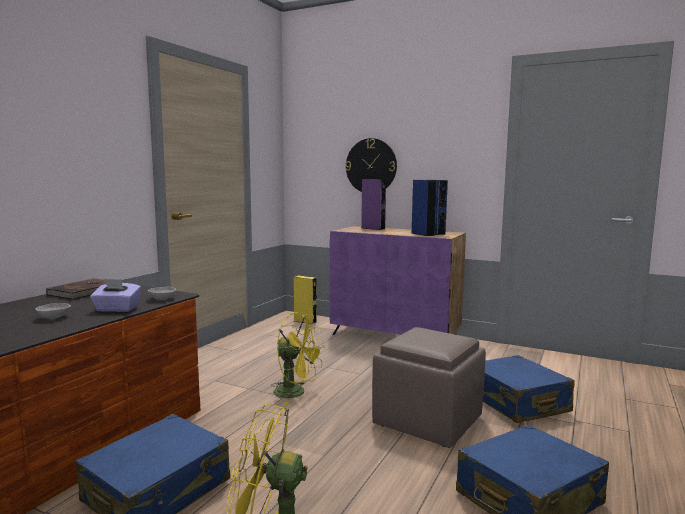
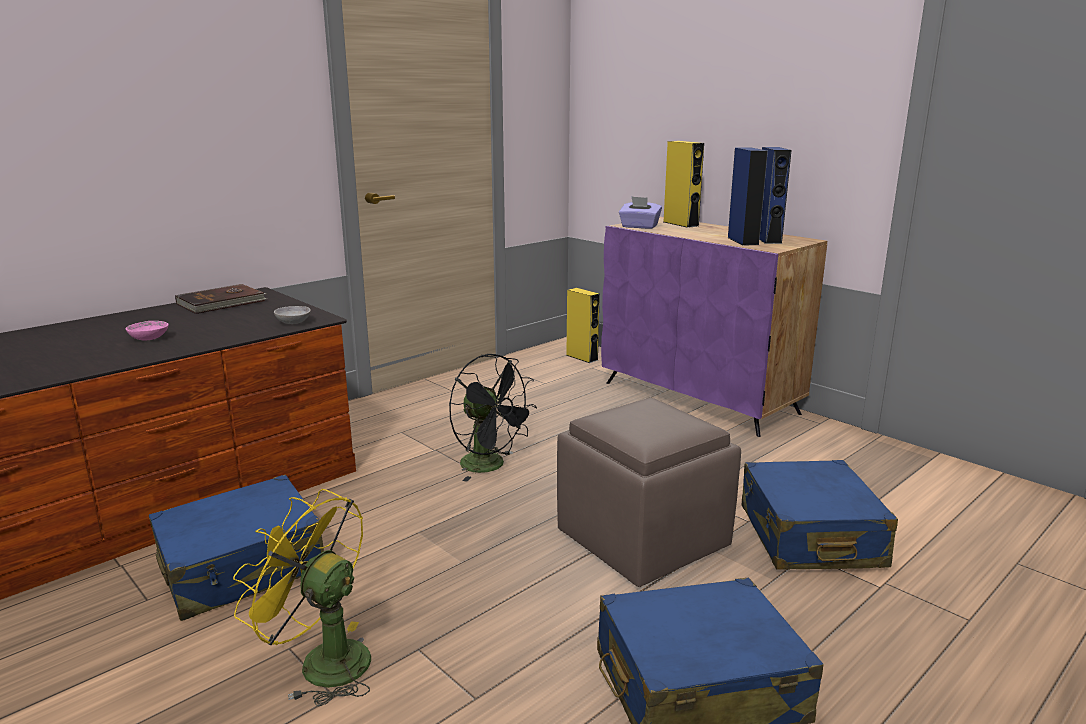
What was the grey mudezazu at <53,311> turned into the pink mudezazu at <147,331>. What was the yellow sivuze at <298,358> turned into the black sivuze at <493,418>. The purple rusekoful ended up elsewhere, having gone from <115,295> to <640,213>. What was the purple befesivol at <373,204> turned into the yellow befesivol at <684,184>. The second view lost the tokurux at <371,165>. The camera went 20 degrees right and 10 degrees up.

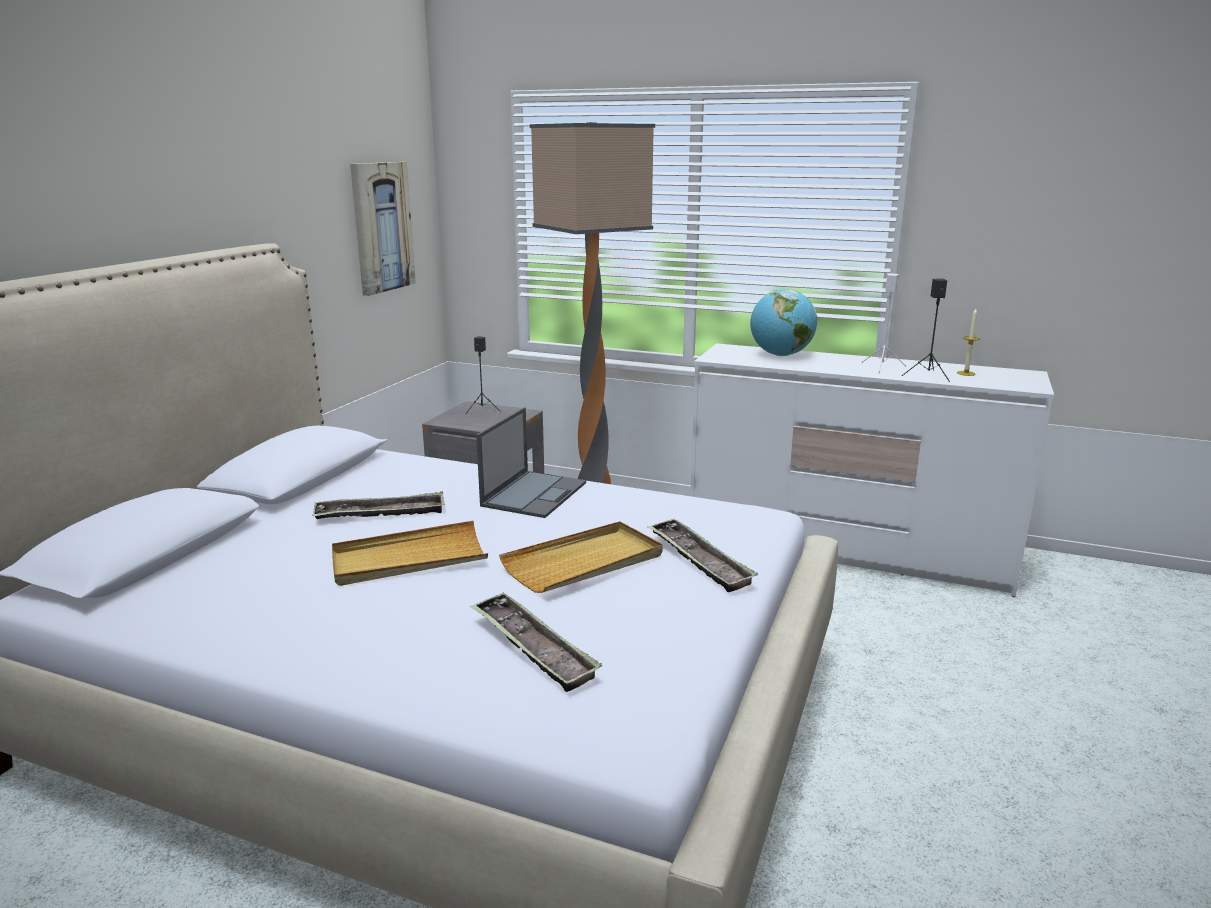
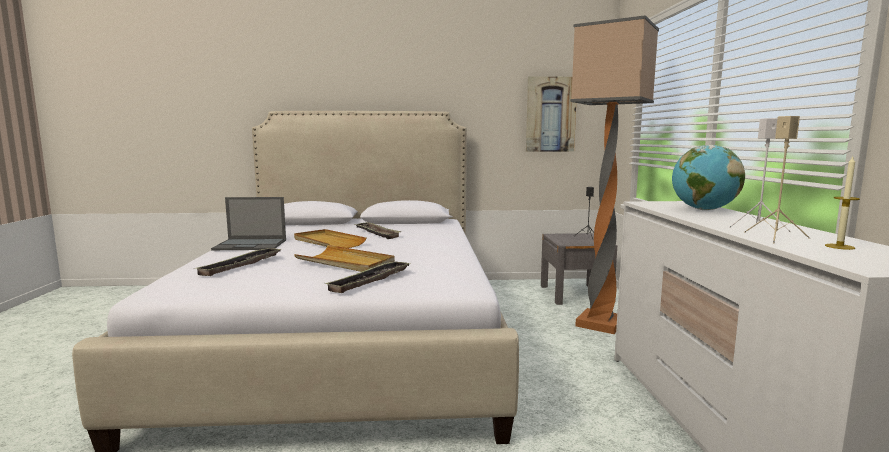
The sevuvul ended up elsewhere, having gone from <531,462> to <248,223>. What was the black befesivol at <926,330> turned into the beige befesivol at <777,179>. The camera went 65 degrees right and 10 degrees down.

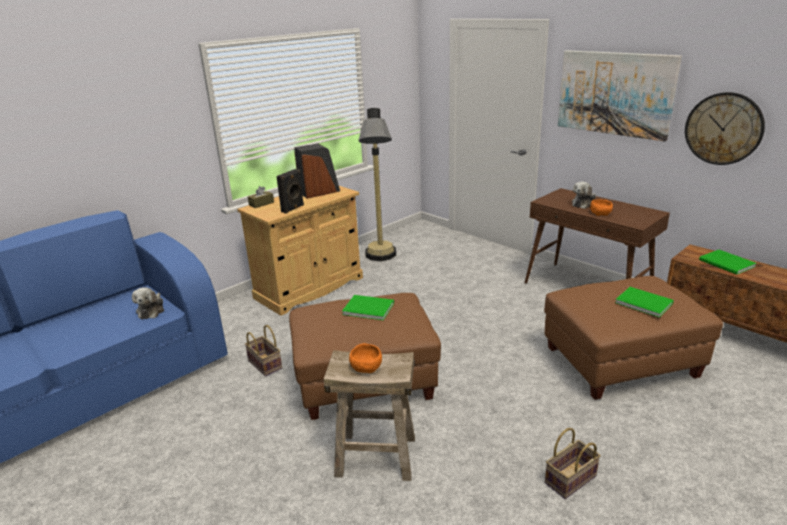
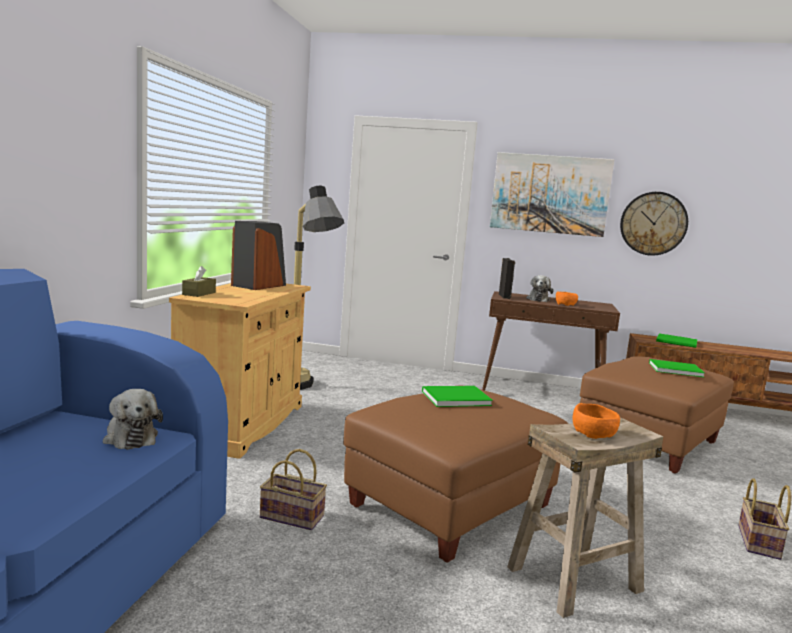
The black befesivol ended up elsewhere, having gone from <290,191> to <507,278>. The camera went 35 degrees left and 15 degrees down.

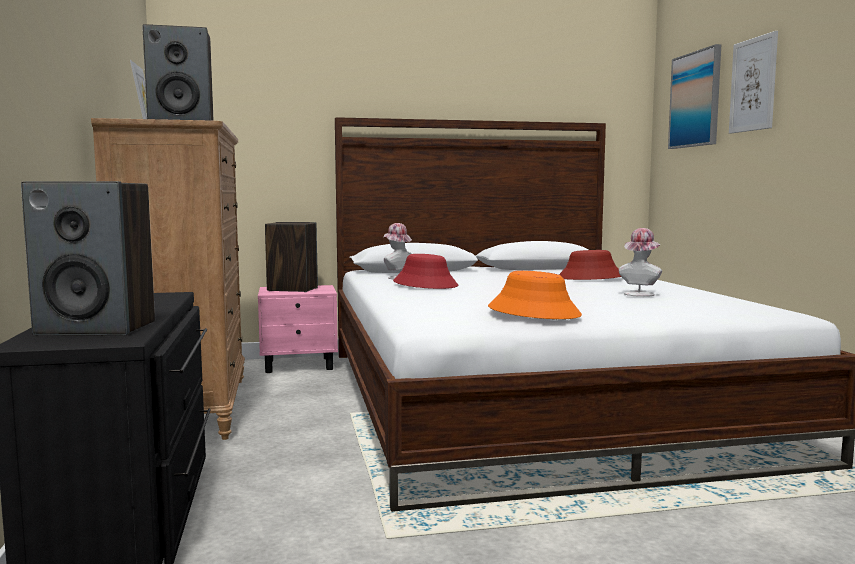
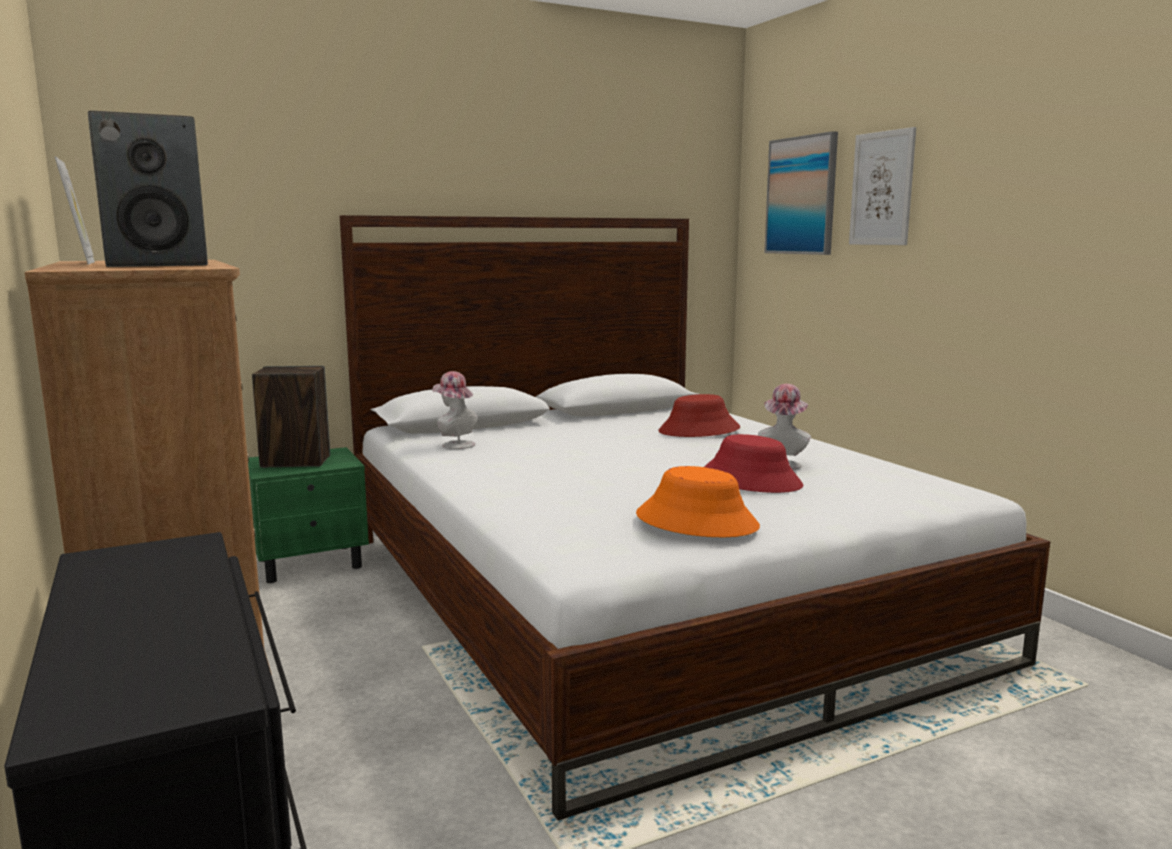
What was the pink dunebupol at <298,329> turned into the green dunebupol at <308,515>. The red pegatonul ended up elsewhere, having gone from <425,271> to <753,463>. The second view lost the befesivol at <88,258>. The camera went 15 degrees left and 5 degrees up.

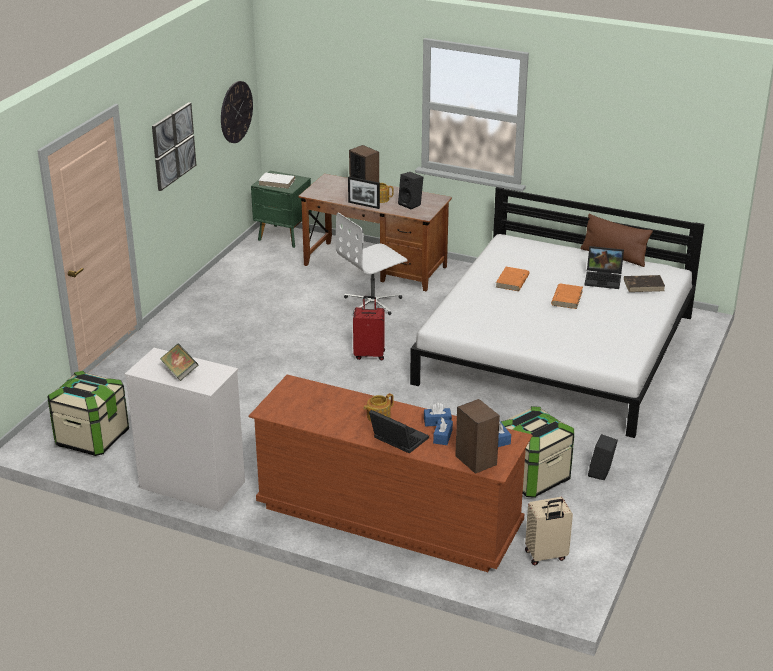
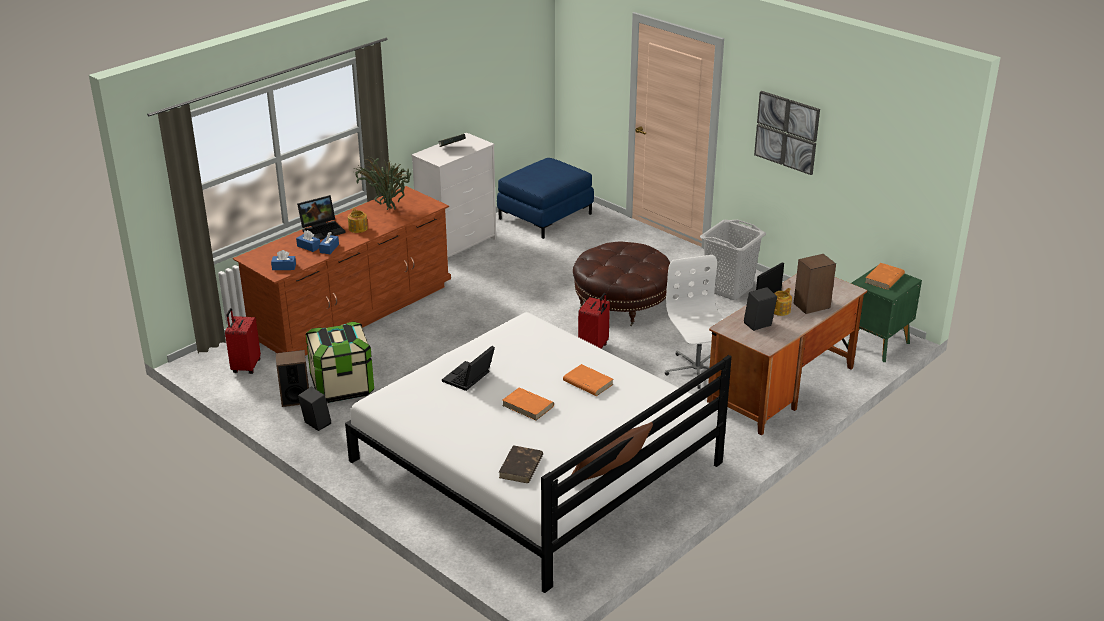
What was the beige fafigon at <549,531> turned into the red fafigon at <243,341>. The befesivol ended up elsewhere, having gone from <477,436> to <292,378>. The second view gained the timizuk at <383,183>. The sevuvul ended up elsewhere, having gone from <604,267> to <468,368>. Where the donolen stood at <88,413>, the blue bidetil came to stand at <545,198>. The second view gained the brown bidetil at <621,284>. The second view gained the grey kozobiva at <733,260>. What was the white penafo at <276,181> turned into the orange penafo at <885,276>. The second view lost the tokurux at <237,112>. The camera went 110 degrees right and 0 degrees up.

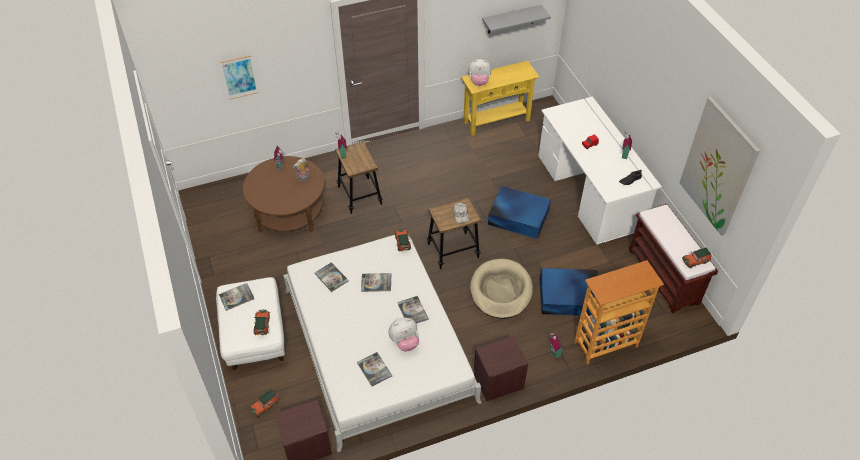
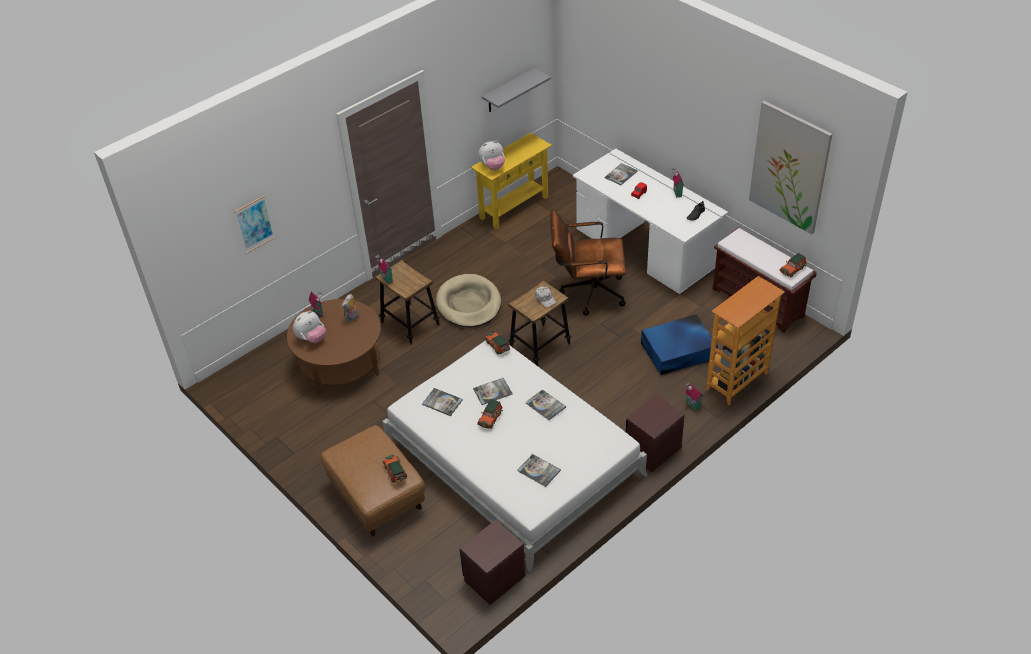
The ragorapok ended up elsewhere, having gone from <403,334> to <309,327>. What was the white bidetil at <250,323> turned into the brown bidetil at <373,480>. The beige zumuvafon ended up elsewhere, having gone from <501,289> to <468,301>. The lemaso ended up elsewhere, having gone from <264,403> to <490,414>. Where the blue donolen stood at <519,212>, the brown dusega came to stand at <588,263>. The penafo ended up elsewhere, having gone from <236,297> to <621,174>. The camera went 20 degrees left and 5 degrees down.

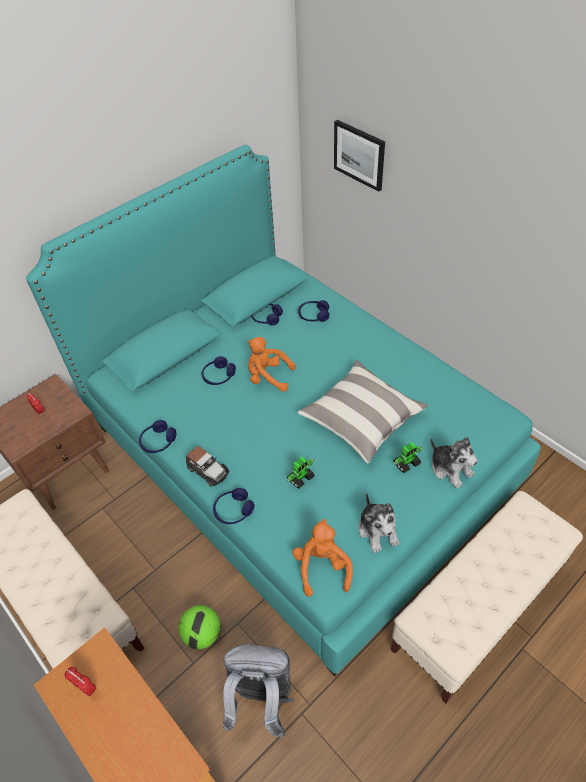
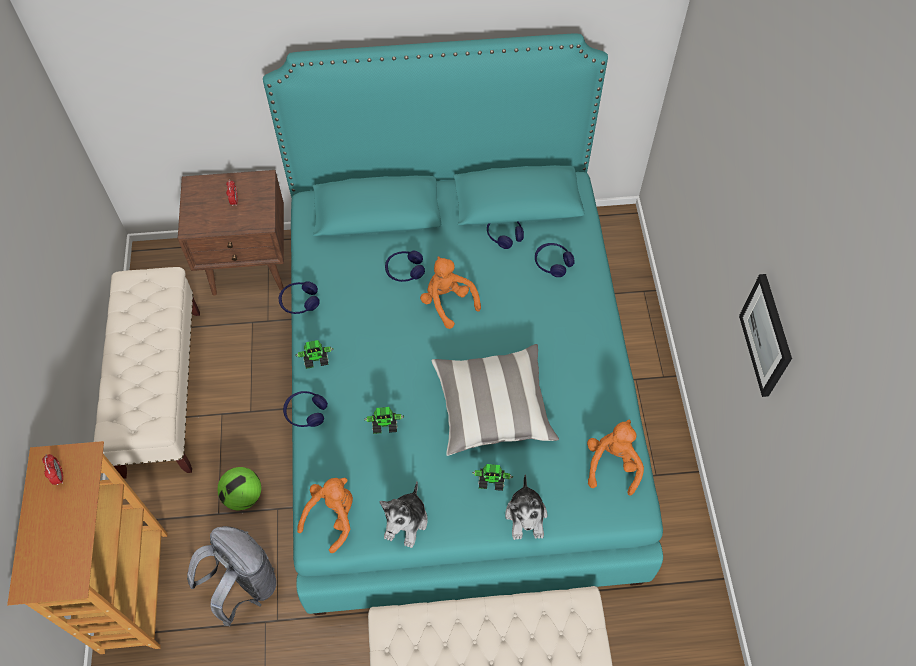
Where the lemaso stood at <208,466>, the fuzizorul came to stand at <314,354>. The second view gained the orange ragorapok at <615,458>. The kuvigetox ended up elsewhere, having gone from <359,156> to <765,335>. The camera went 35 degrees right and 10 degrees up.

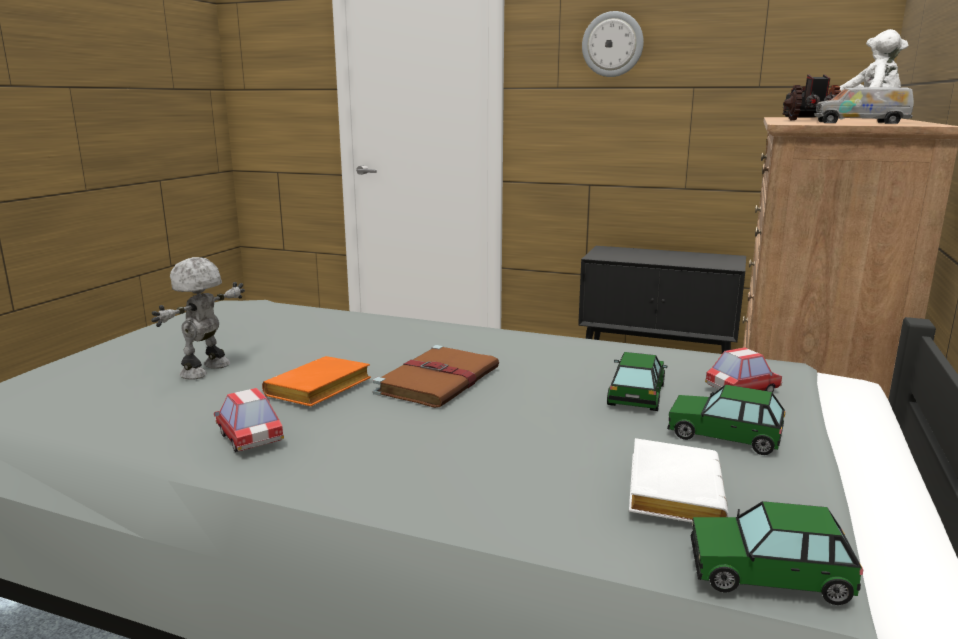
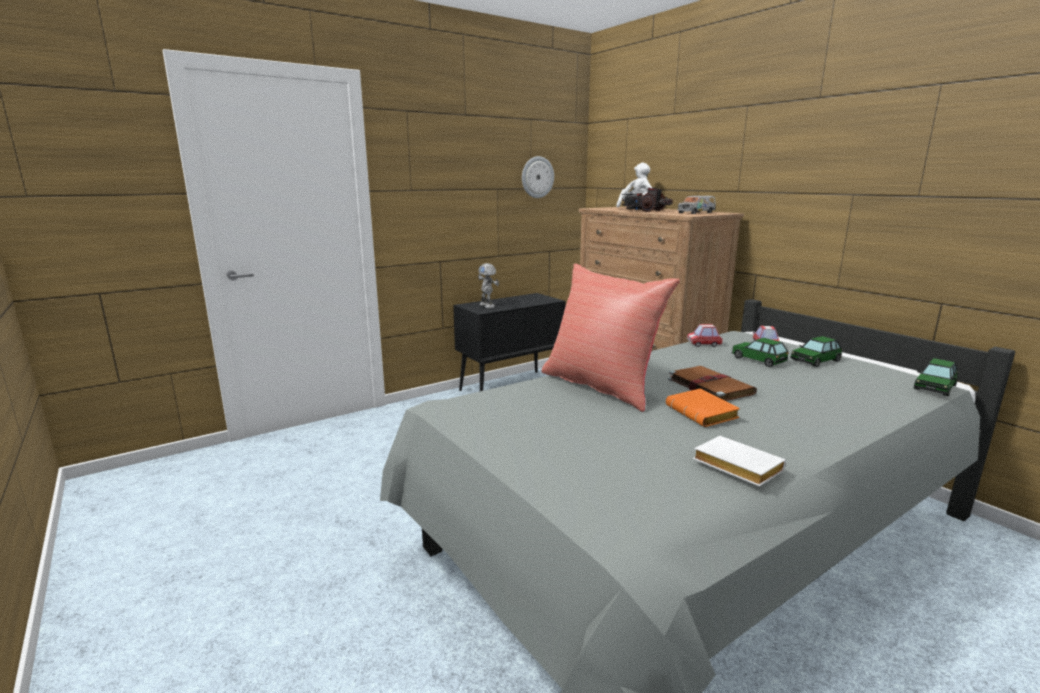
The fuzizorul ended up elsewhere, having gone from <198,318> to <488,285>. The tokurux ended up elsewhere, having gone from <613,44> to <538,177>. The second view gained the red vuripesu at <610,338>. The lemaso ended up elsewhere, having gone from <249,420> to <704,335>. The white penafo ended up elsewhere, having gone from <679,480> to <739,461>. The camera went 55 degrees left and 0 degrees up.

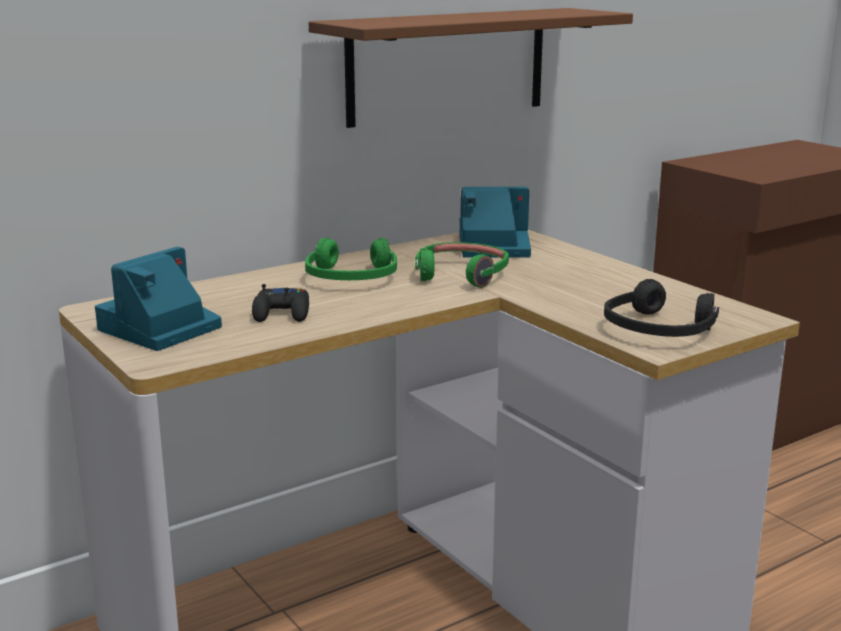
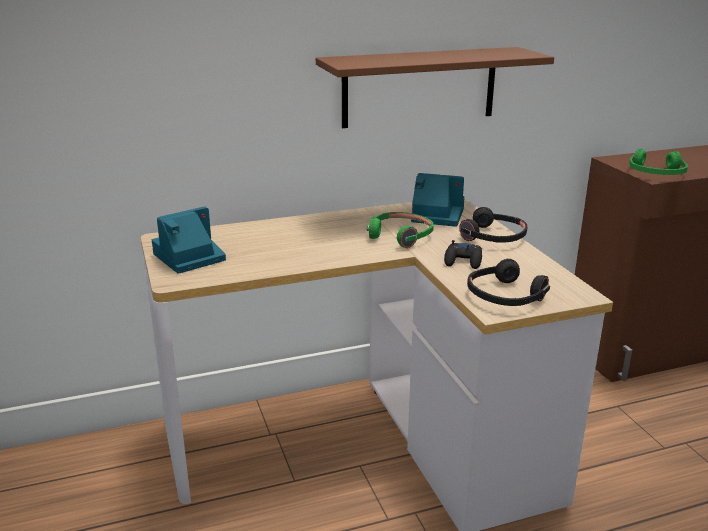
The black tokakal ended up elsewhere, having gone from <280,303> to <463,254>. The second view gained the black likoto at <493,225>. The green likoto ended up elsewhere, having gone from <351,259> to <658,161>. The camera went 15 degrees right and 5 degrees up.

